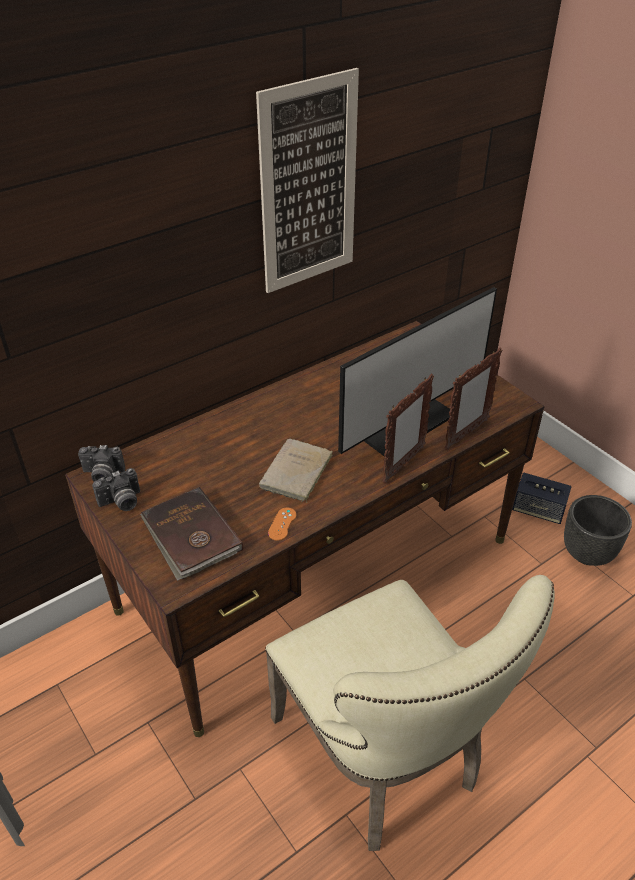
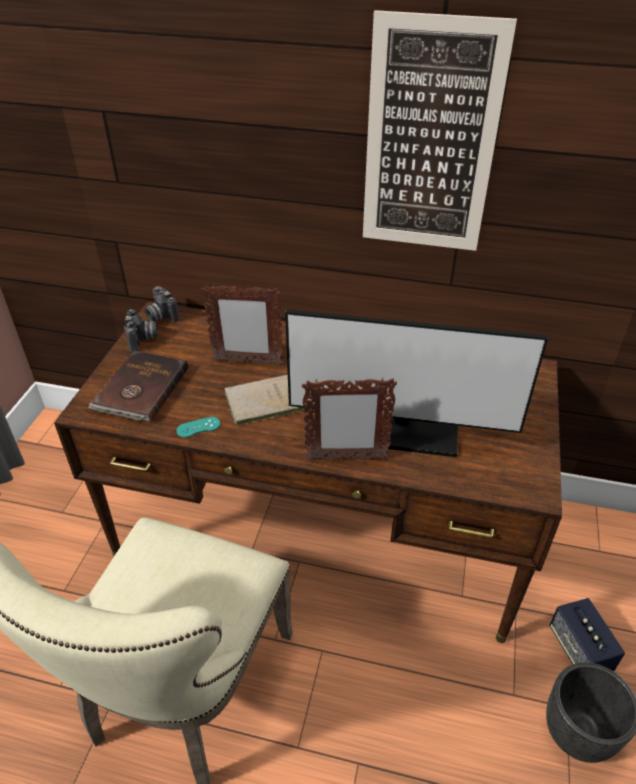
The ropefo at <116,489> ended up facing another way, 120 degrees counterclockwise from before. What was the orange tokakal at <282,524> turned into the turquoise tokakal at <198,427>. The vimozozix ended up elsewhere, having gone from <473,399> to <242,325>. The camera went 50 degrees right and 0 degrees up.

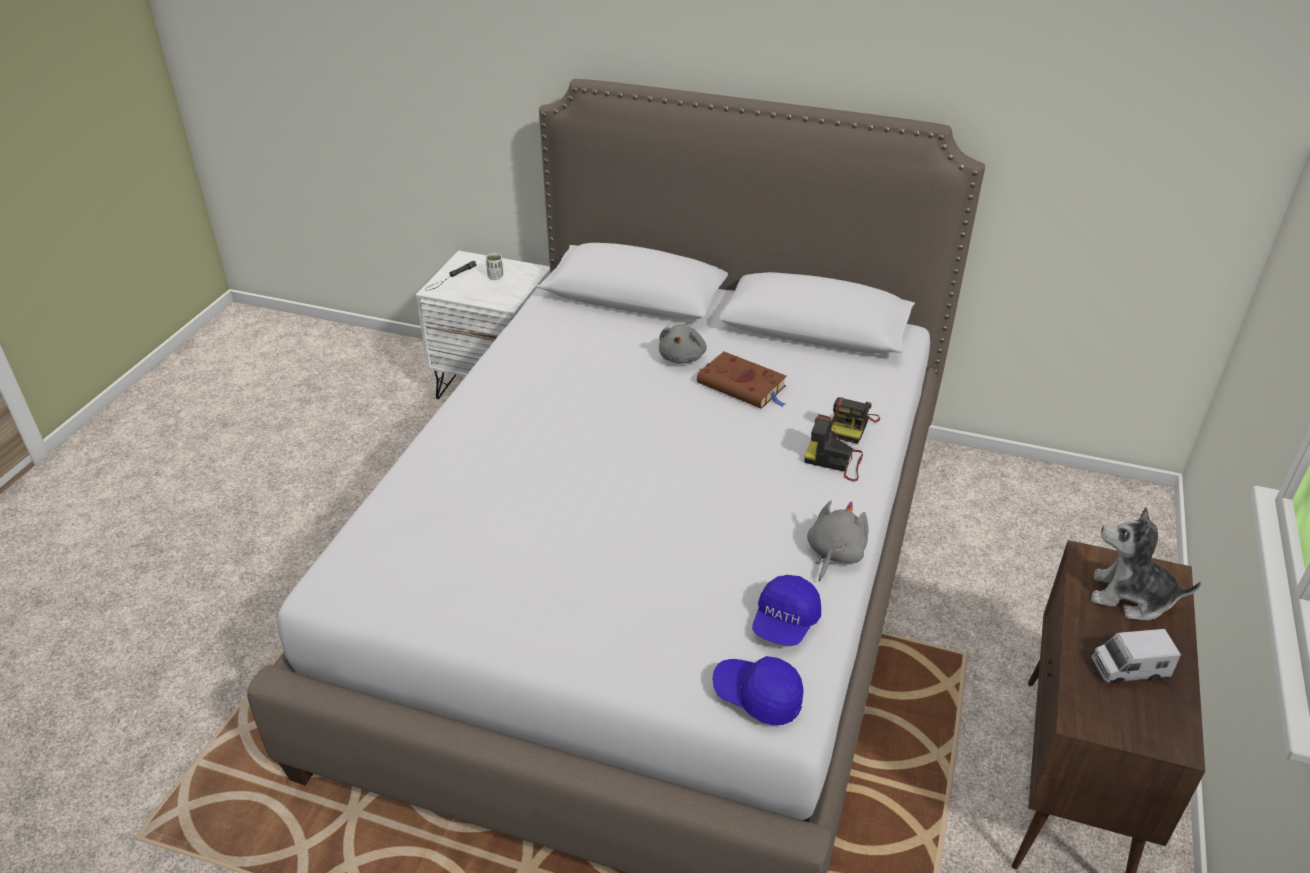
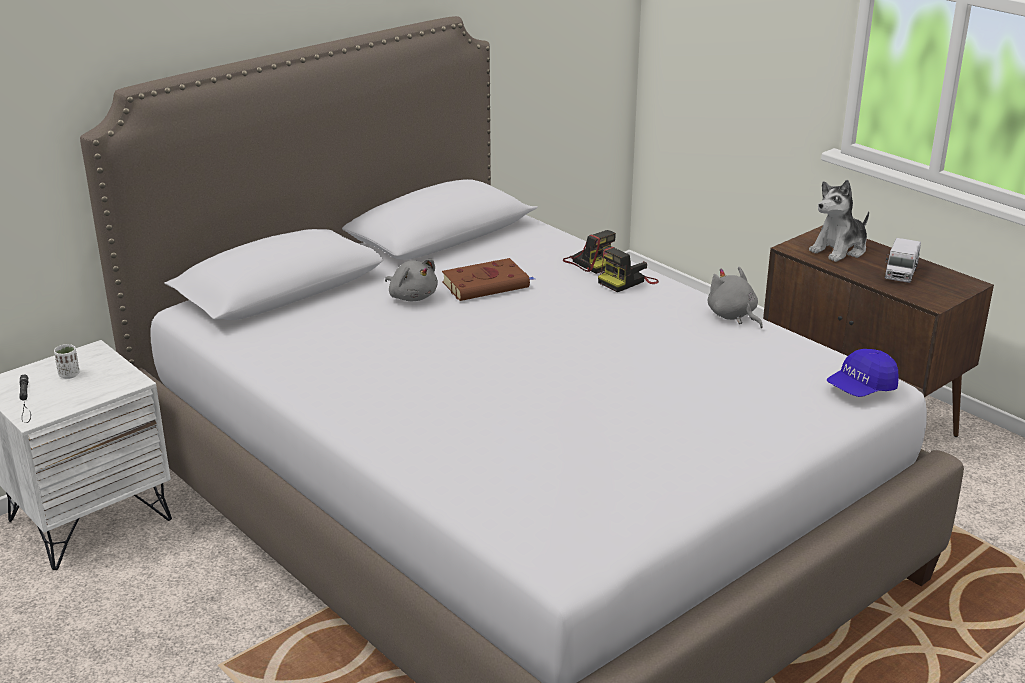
The second view lost the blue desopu at <786,610>. The camera went 60 degrees left and 10 degrees down.

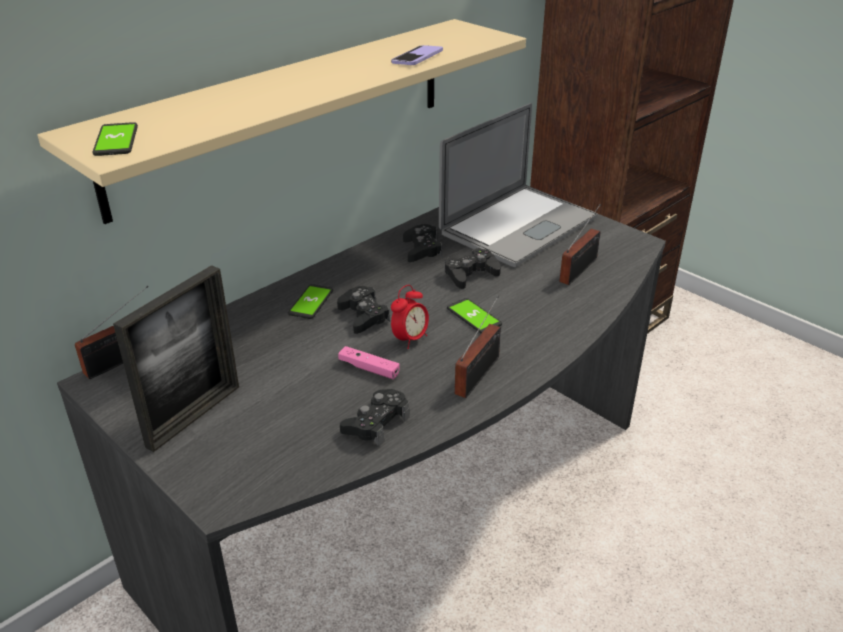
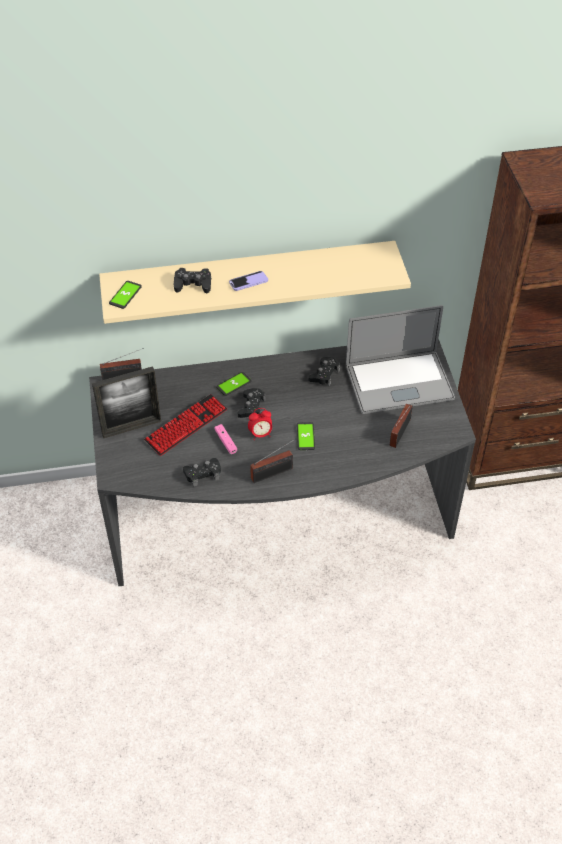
The second view gained the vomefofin at <185,425>. The black tokakal ended up elsewhere, having gone from <473,268> to <192,281>. The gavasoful ended up elsewhere, having gone from <417,55> to <248,281>. The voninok at <580,244> ended up facing another way, 135 degrees clockwise from before. The camera went 35 degrees right and 15 degrees up.

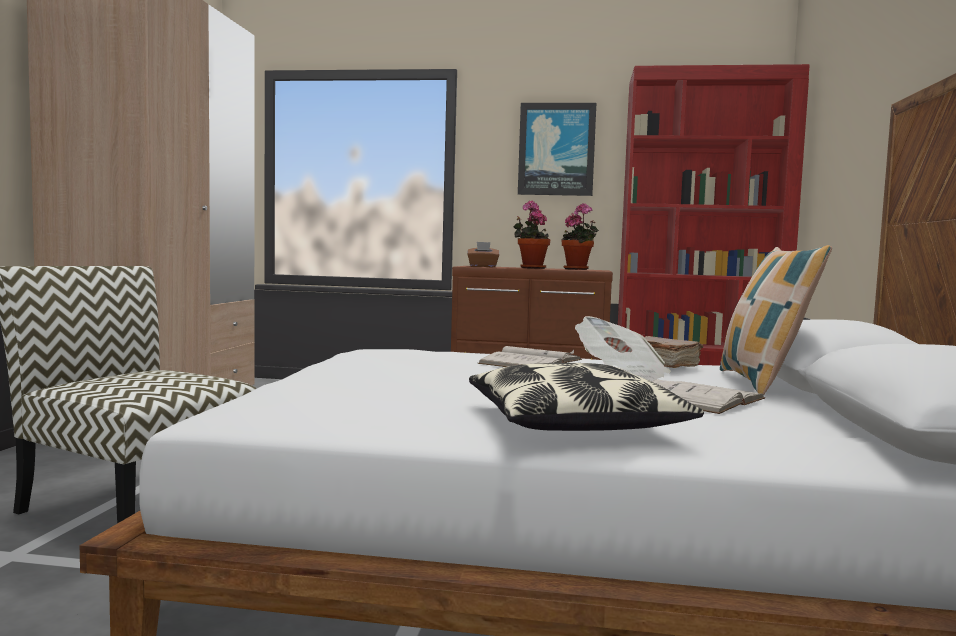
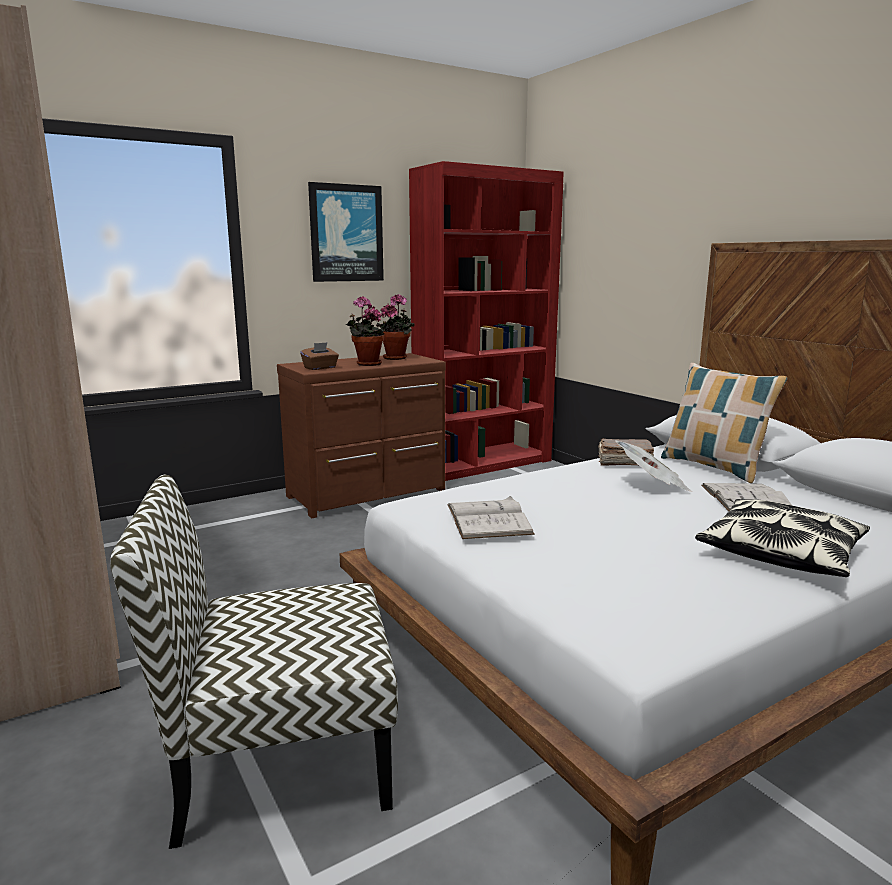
The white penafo ended up elsewhere, having gone from <530,356> to <491,517>. The camera went 40 degrees left and 10 degrees up.

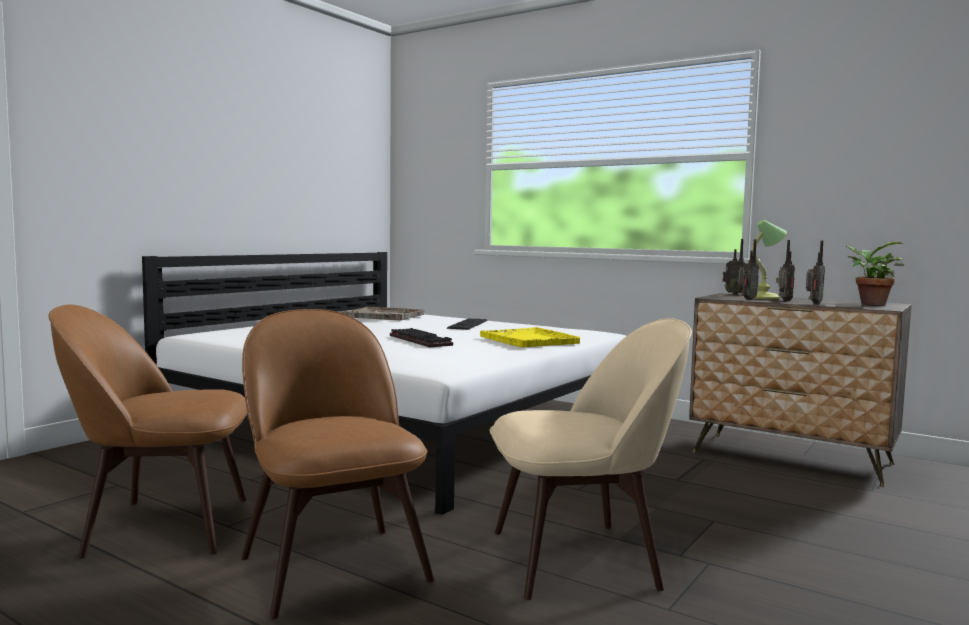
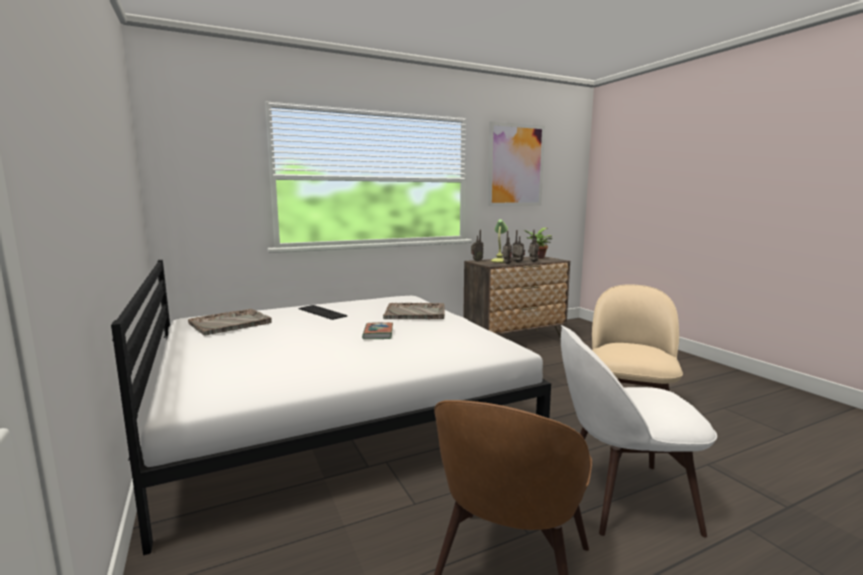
Where the vomefofin stood at <421,337>, the penafo came to stand at <377,330>. What was the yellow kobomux at <530,337> turned into the grey kobomux at <414,311>. The second view gained the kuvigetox at <516,163>. What was the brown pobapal at <337,464> turned into the white pobapal at <639,431>. The camera went 60 degrees left and 5 degrees up.

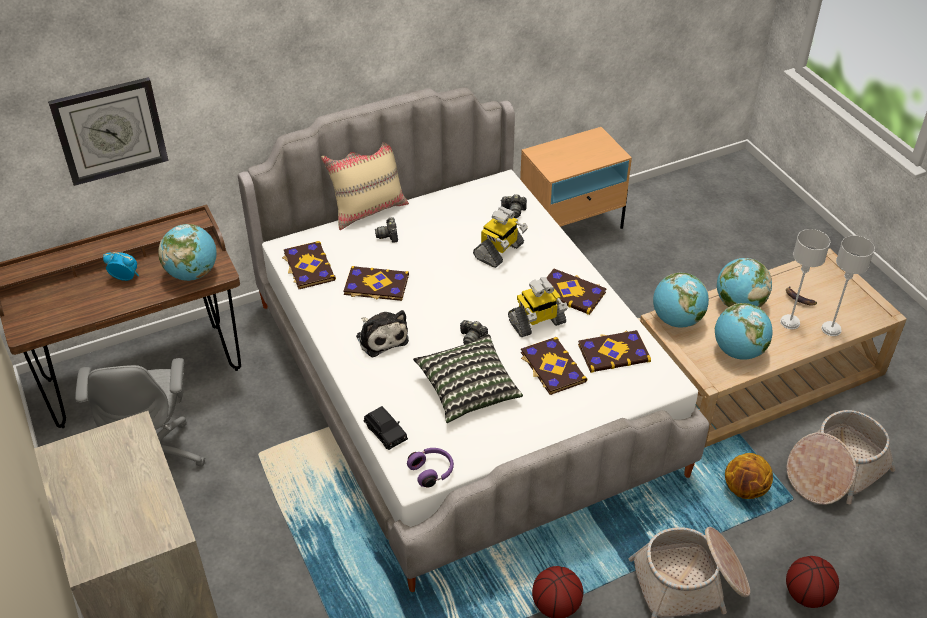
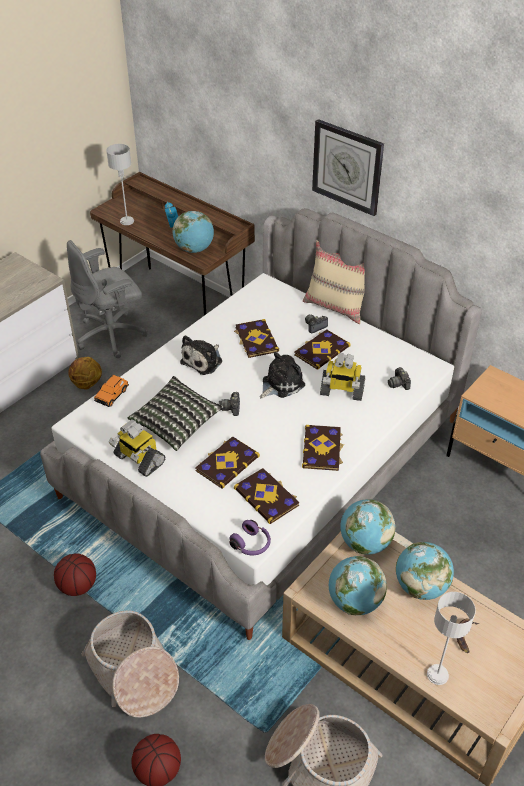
The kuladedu ended up elsewhere, having gone from <749,476> to <85,373>. What was the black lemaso at <385,428> turned into the orange lemaso at <111,391>. The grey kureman ended up elsewhere, having gone from <805,279> to <120,184>. The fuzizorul ended up elsewhere, having gone from <538,307> to <137,448>. The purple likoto ended up elsewhere, having gone from <430,468> to <250,537>. The second view gained the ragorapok at <282,375>. The penafo ended up elsewhere, having gone from <309,265> to <322,349>. The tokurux ended up elsewhere, having gone from <108,131> to <348,167>. The camera went 65 degrees right and 0 degrees up.

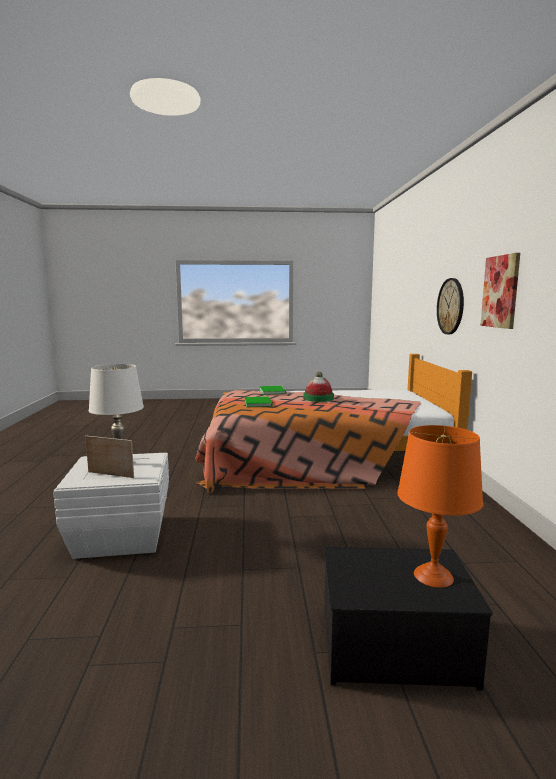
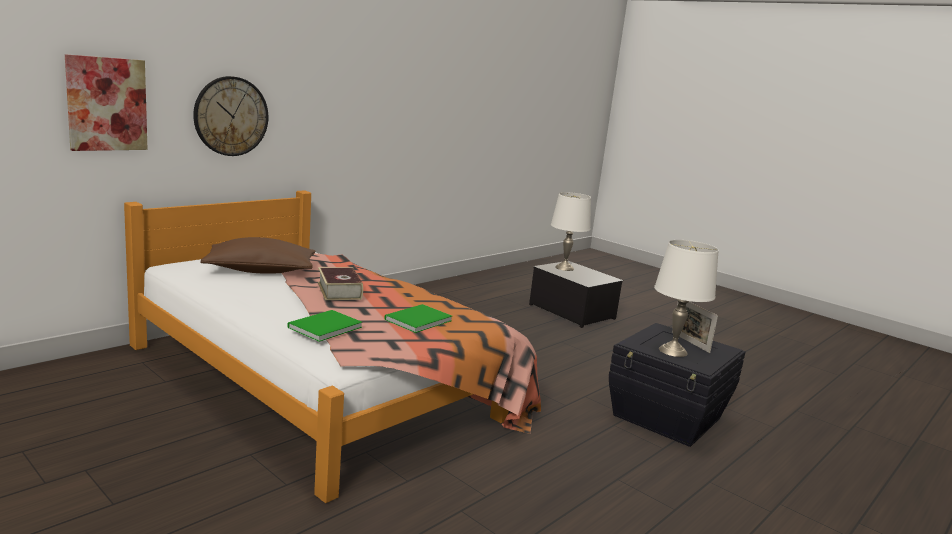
The kuvigetox ended up elsewhere, having gone from <500,291> to <106,102>. The second view gained the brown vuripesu at <258,255>. Where the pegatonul stood at <318,387>, the penafo came to stand at <340,283>. What was the orange kureman at <440,506> turned into the white kureman at <571,231>. What was the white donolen at <111,506> turned into the black donolen at <677,385>. The camera went 135 degrees left and 5 degrees up.

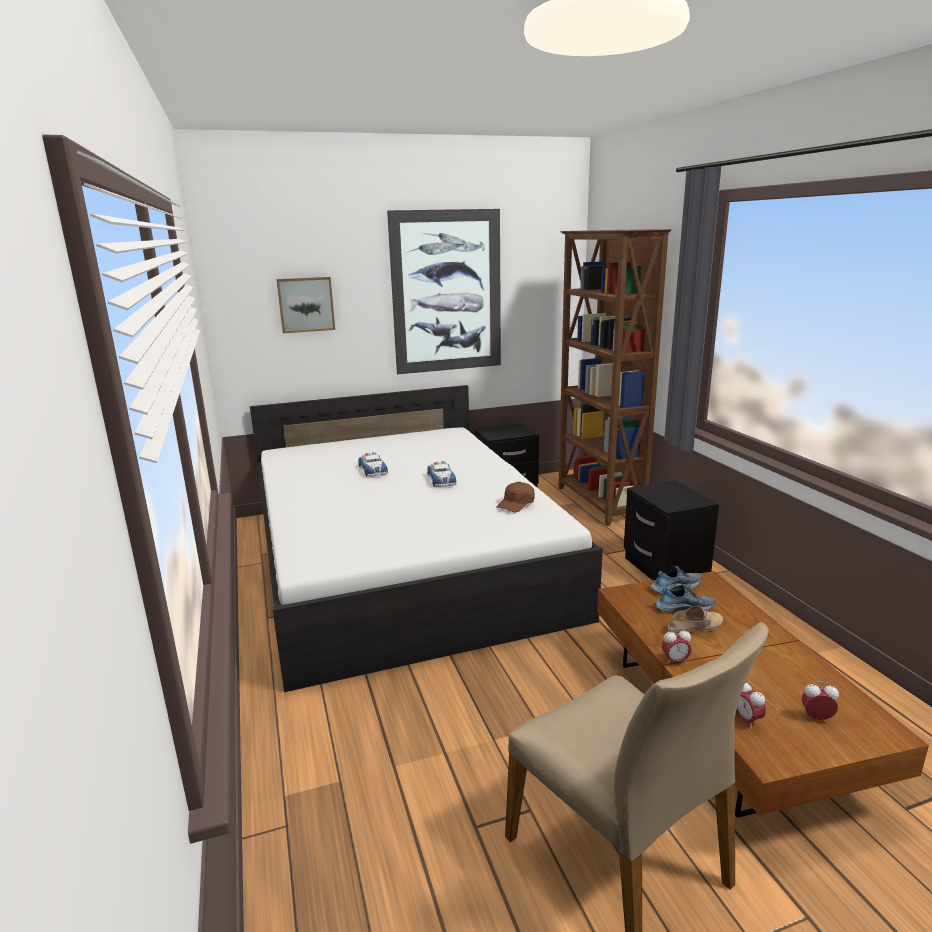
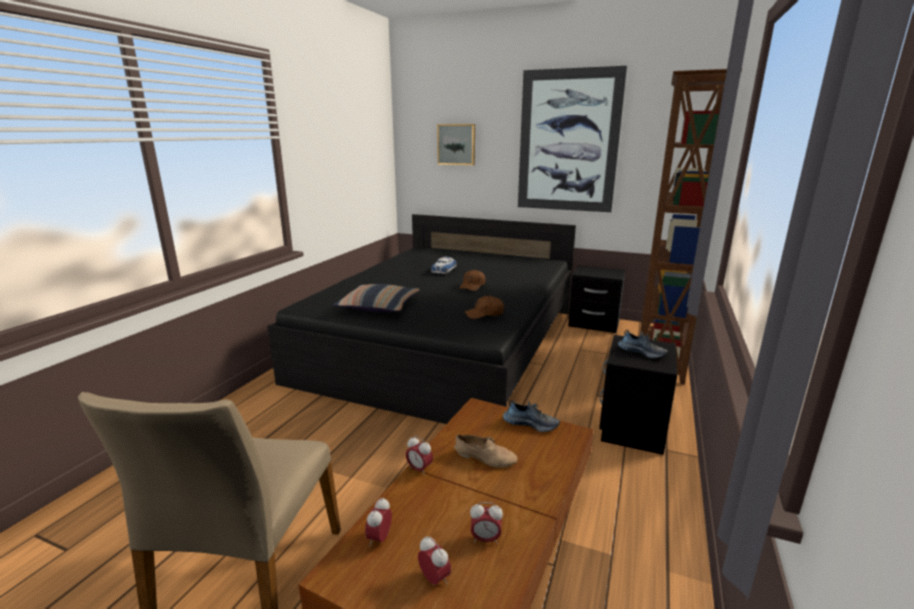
What was the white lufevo at <426,538> turned into the black lufevo at <421,319>. The second view gained the vuripesu at <376,298>. Where the lemaso stood at <441,474>, the brown desopu came to stand at <472,280>. The second view gained the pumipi at <486,523>. The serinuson ended up elsewhere, having gone from <685,599> to <643,344>. The camera went 40 degrees right and 0 degrees up.

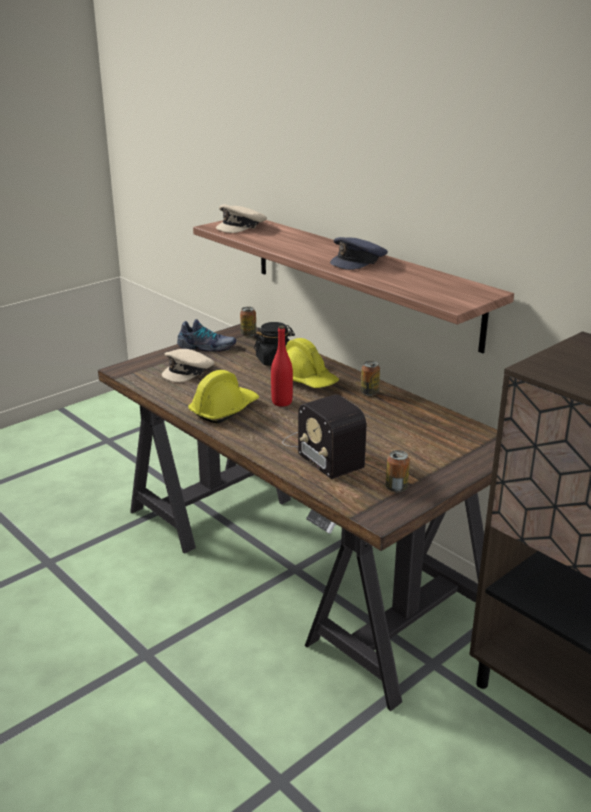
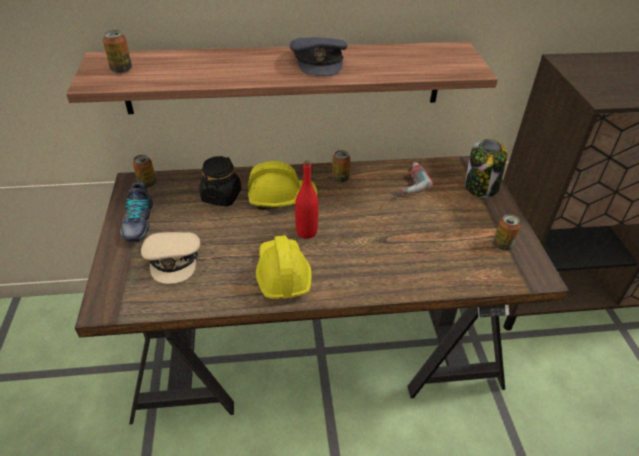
Where the beige desopu stood at <241,218>, the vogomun came to stand at <117,51>. The serinuson at <206,335> ended up facing another way, 135 degrees clockwise from before. The second view gained the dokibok at <412,181>. The second view gained the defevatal at <486,168>. The second view lost the voninok at <324,436>. The camera went 55 degrees left and 15 degrees up.

